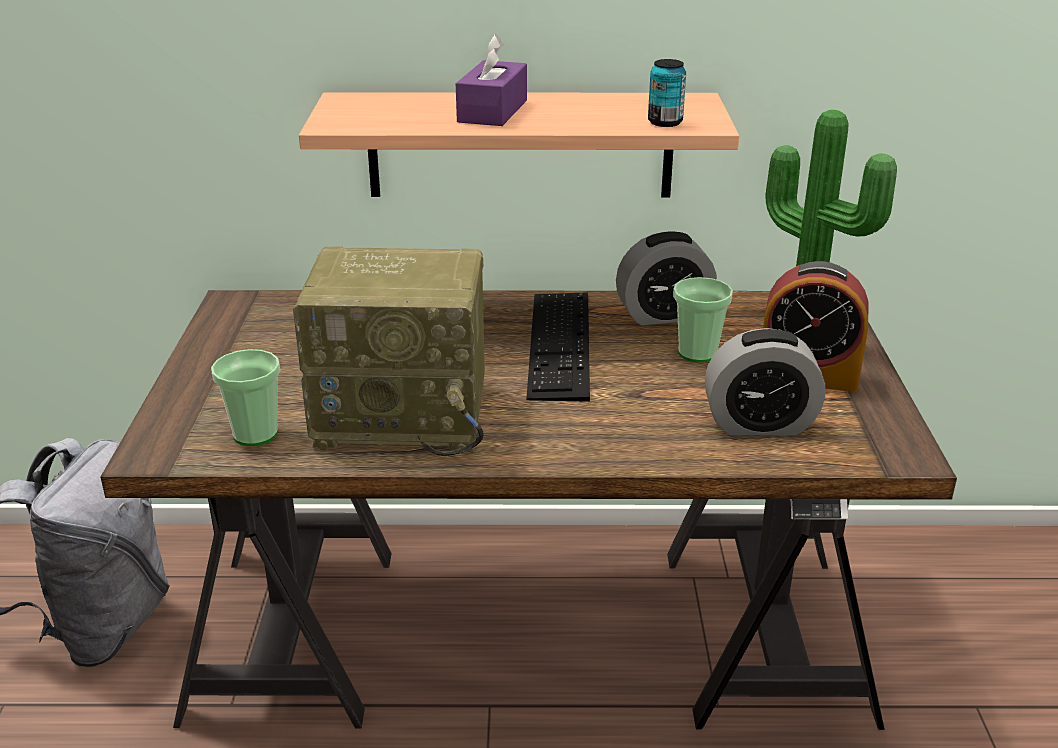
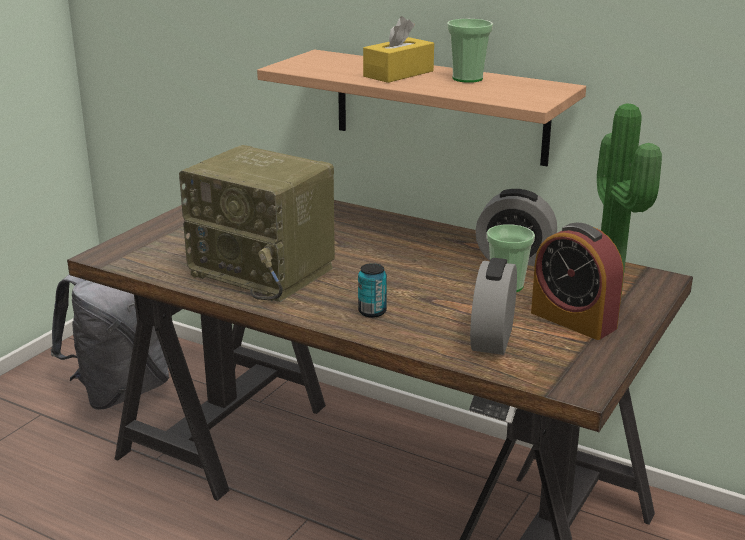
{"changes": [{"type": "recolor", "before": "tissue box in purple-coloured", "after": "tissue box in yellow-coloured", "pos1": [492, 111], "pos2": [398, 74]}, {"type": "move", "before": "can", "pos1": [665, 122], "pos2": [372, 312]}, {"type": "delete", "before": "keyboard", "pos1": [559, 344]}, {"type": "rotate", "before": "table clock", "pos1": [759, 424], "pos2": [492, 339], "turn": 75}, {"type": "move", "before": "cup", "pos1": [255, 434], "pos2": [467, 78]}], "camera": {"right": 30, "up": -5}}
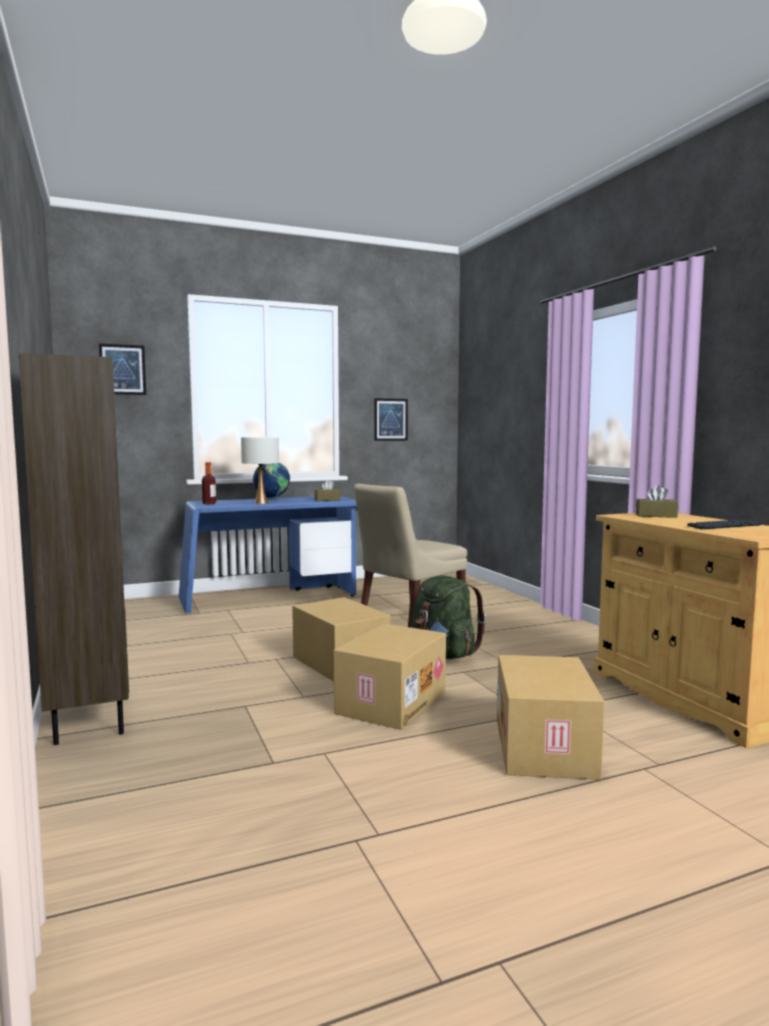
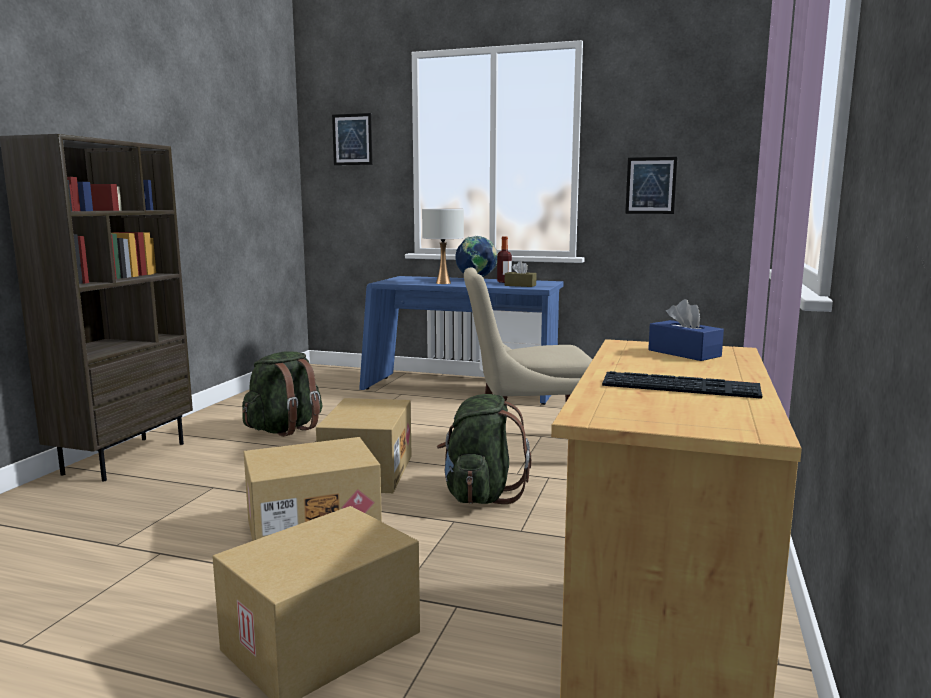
{"changes": [{"type": "move", "before": "bottle", "pos1": [209, 503], "pos2": [504, 282]}, {"type": "recolor", "before": "tissue box in brown-coloured", "after": "tissue box in blue", "pos1": [656, 516], "pos2": [684, 353]}, {"type": "insert", "after": "rucksack in green", "pos2": [285, 429]}], "camera": {"right": 40, "up": 5}}
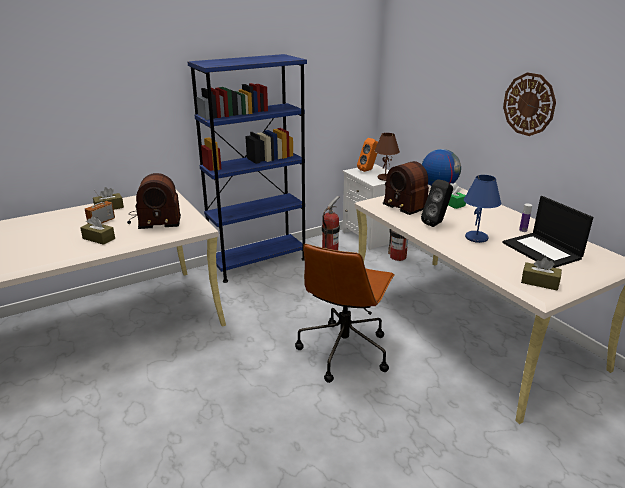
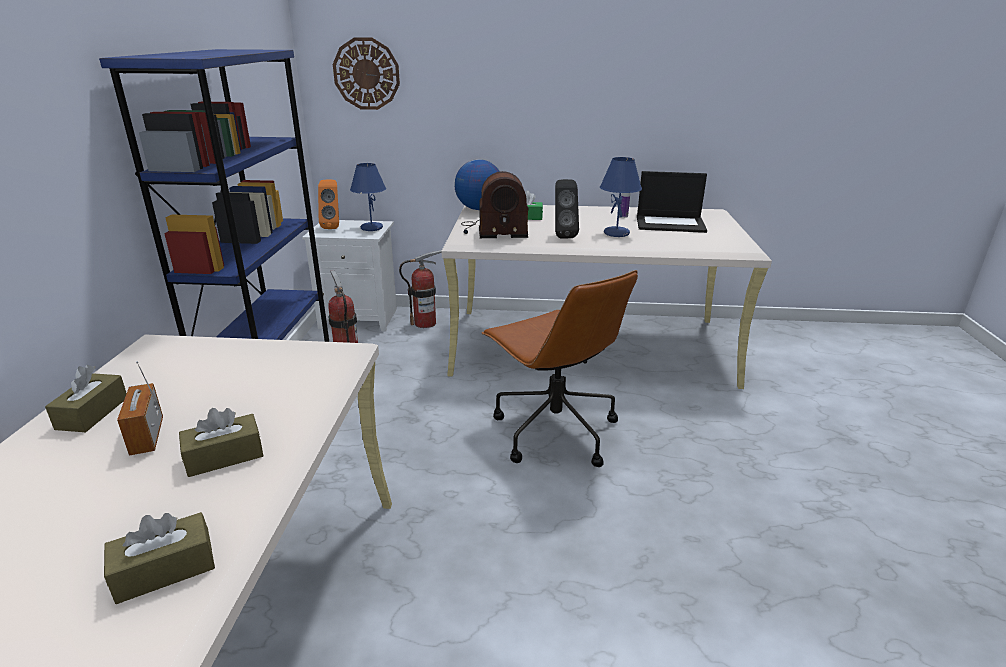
{"changes": [{"type": "move", "before": "hanging clock", "pos1": [529, 104], "pos2": [366, 74]}, {"type": "recolor", "before": "table lamp in brown-coloured", "after": "table lamp in blue", "pos1": [385, 178], "pos2": [371, 228]}, {"type": "delete", "before": "radio set", "pos1": [154, 219]}, {"type": "move", "before": "tissue box in brown-coloured", "pos1": [539, 282], "pos2": [165, 570]}], "camera": {"right": -55, "up": 0}}
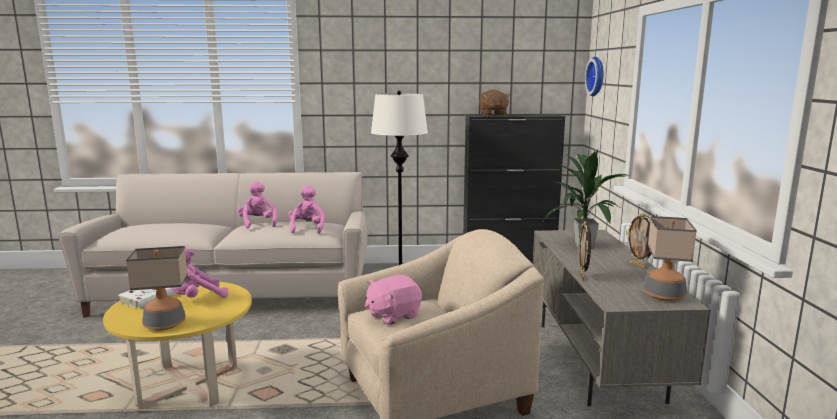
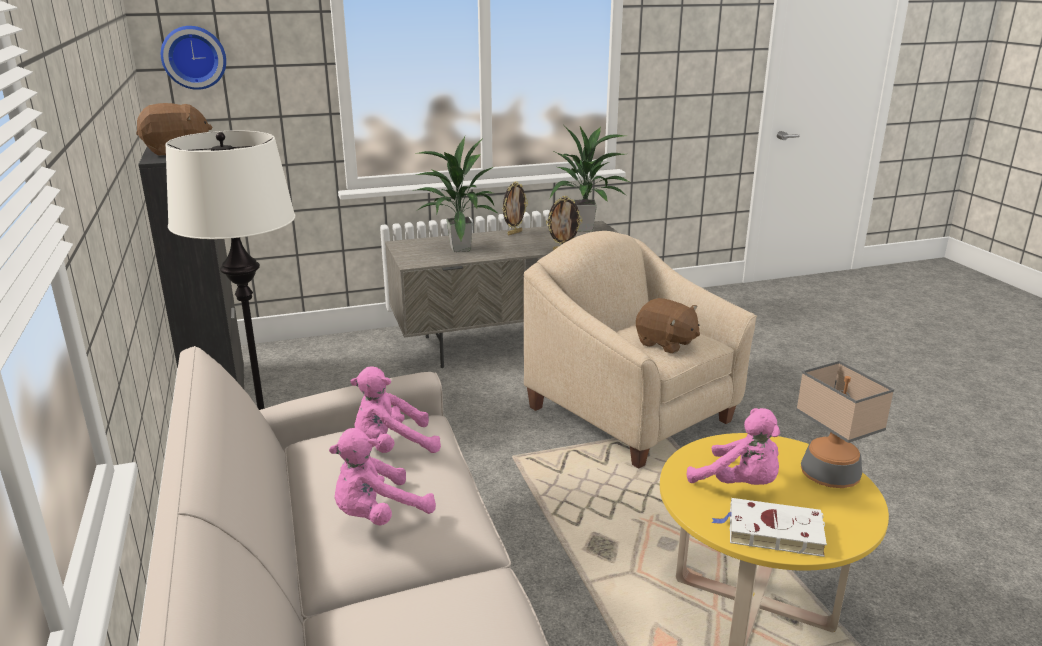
{"changes": [{"type": "replace", "before": "table lamp", "after": "potted plant", "pos1": [664, 295], "pos2": [585, 229]}, {"type": "recolor", "before": "cuddly toy in pink-coloured", "after": "cuddly toy in brown-coloured", "pos1": [392, 315], "pos2": [666, 343]}], "camera": {"right": -105, "up": 10}}
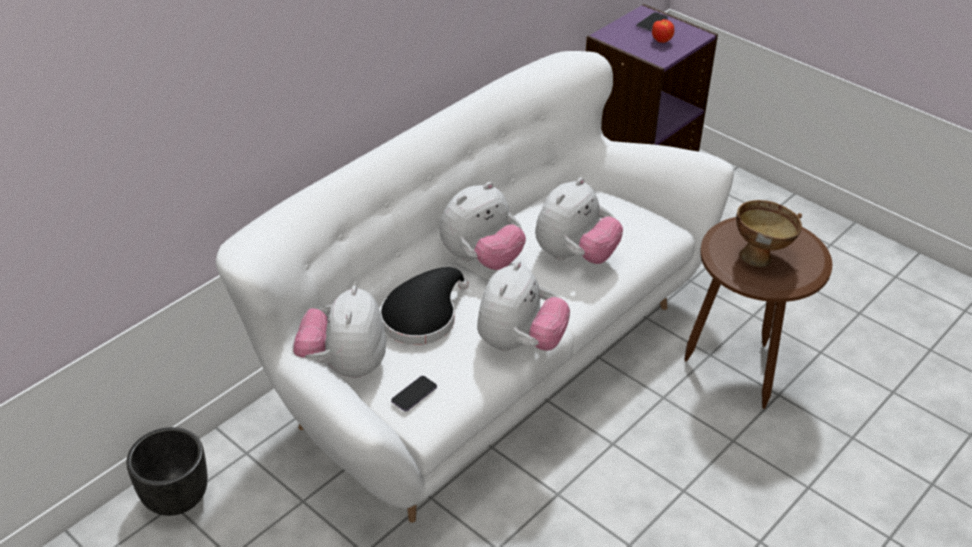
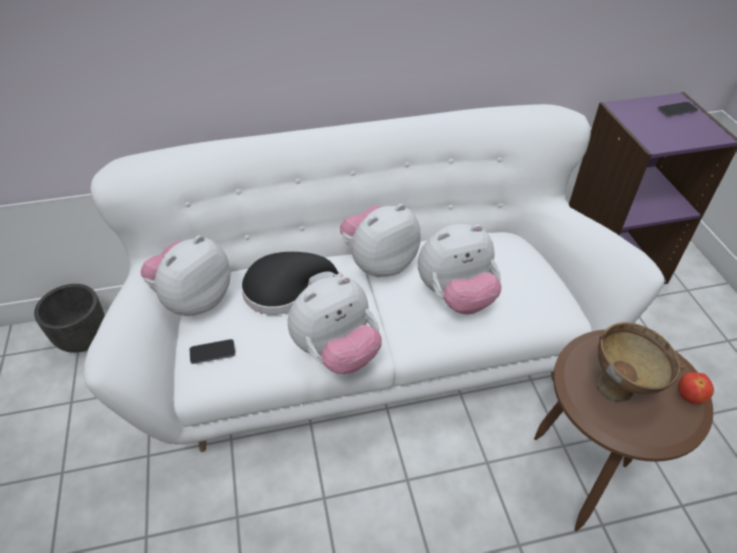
{"changes": [{"type": "move", "before": "apple", "pos1": [661, 41], "pos2": [689, 397]}, {"type": "rotate", "before": "cuddly toy", "pos1": [481, 259], "pos2": [379, 263], "turn": 150}], "camera": {"right": 35, "up": 5}}
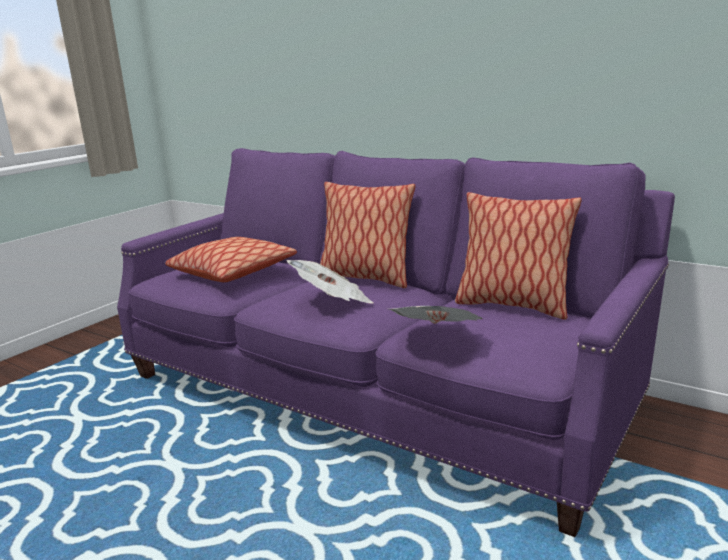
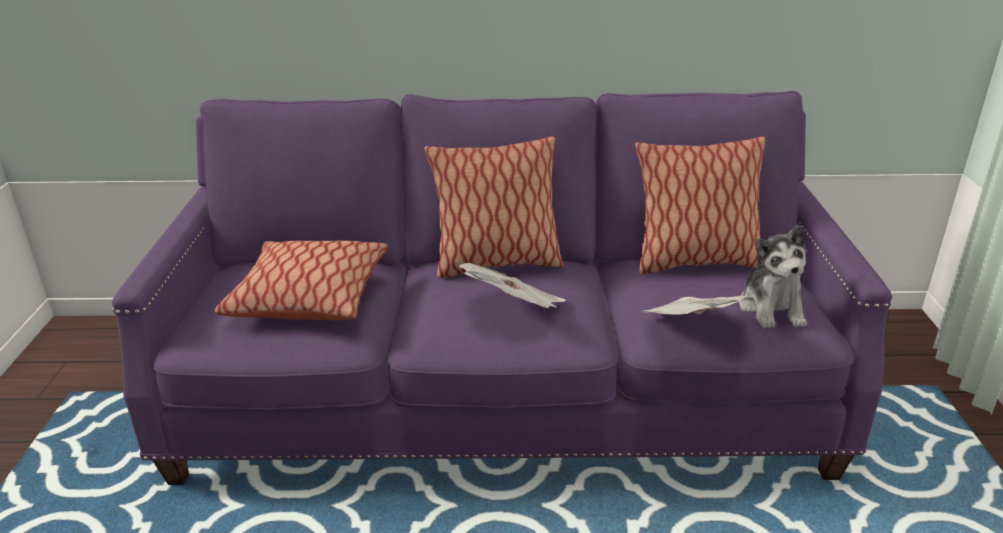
{"changes": [{"type": "insert", "after": "cuddly toy", "pos2": [771, 309]}], "camera": {"right": -35, "up": 10}}
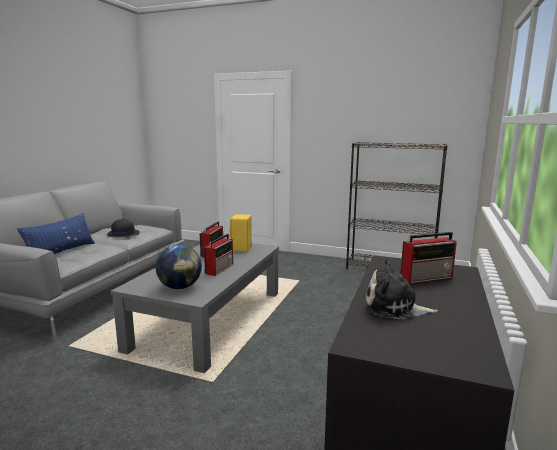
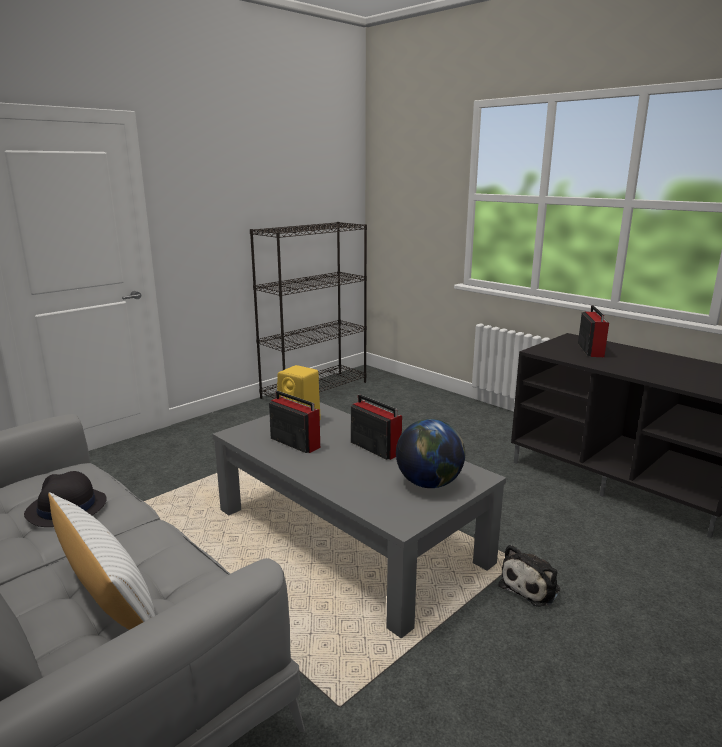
{"changes": [{"type": "recolor", "before": "cushion in blue", "after": "cushion in whitish", "pos1": [61, 252], "pos2": [108, 597]}, {"type": "move", "before": "cuddly toy", "pos1": [394, 308], "pos2": [532, 586]}], "camera": {"right": -65, "up": 5}}
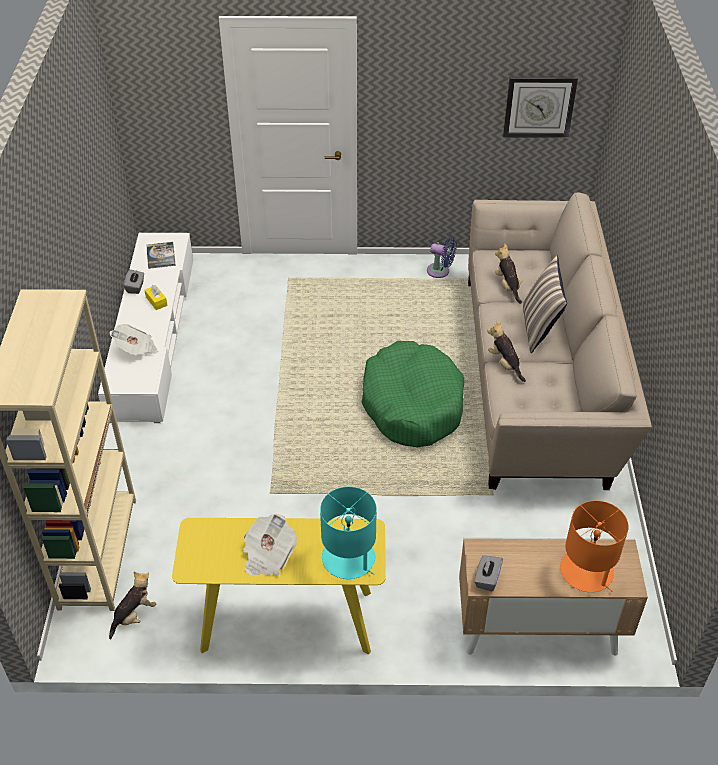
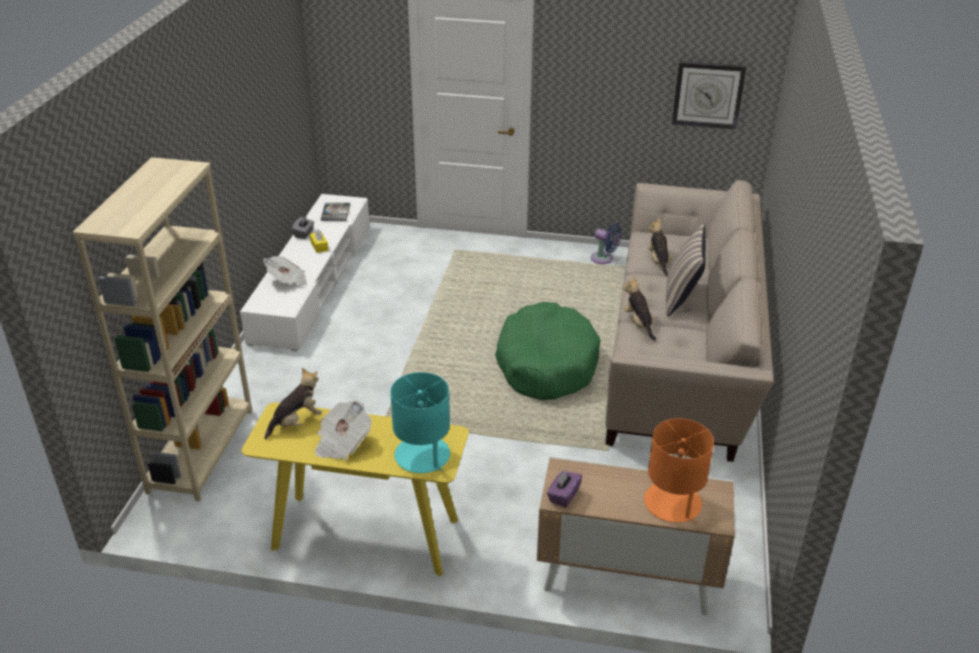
{"changes": [{"type": "recolor", "before": "tissue box in gray", "after": "tissue box in purple-coloured", "pos1": [487, 579], "pos2": [563, 496]}, {"type": "move", "before": "cuddly toy", "pos1": [134, 615], "pos2": [296, 422]}], "camera": {"right": 10, "up": -10}}
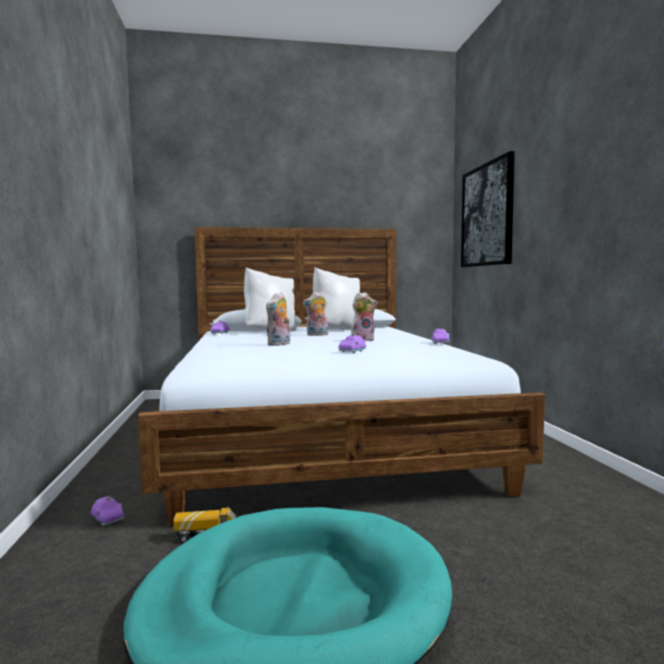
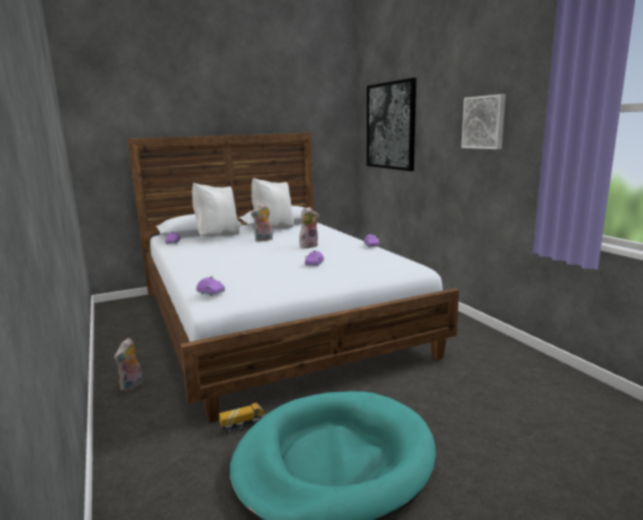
{"changes": [{"type": "move", "before": "cuddly toy", "pos1": [279, 344], "pos2": [132, 385]}, {"type": "move", "before": "toy car in purple-coloured", "pos1": [108, 519], "pos2": [211, 293]}, {"type": "insert", "after": "picture", "pos2": [484, 122]}], "camera": {"right": -15, "up": 10}}
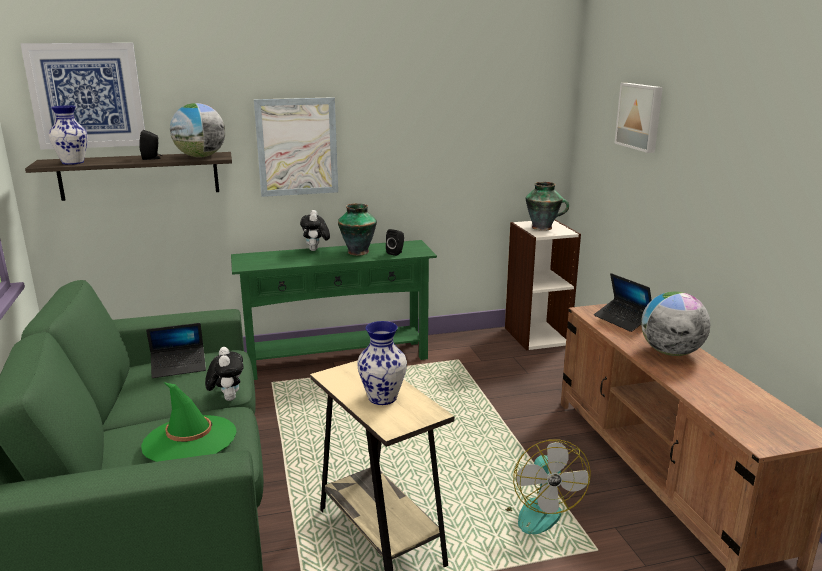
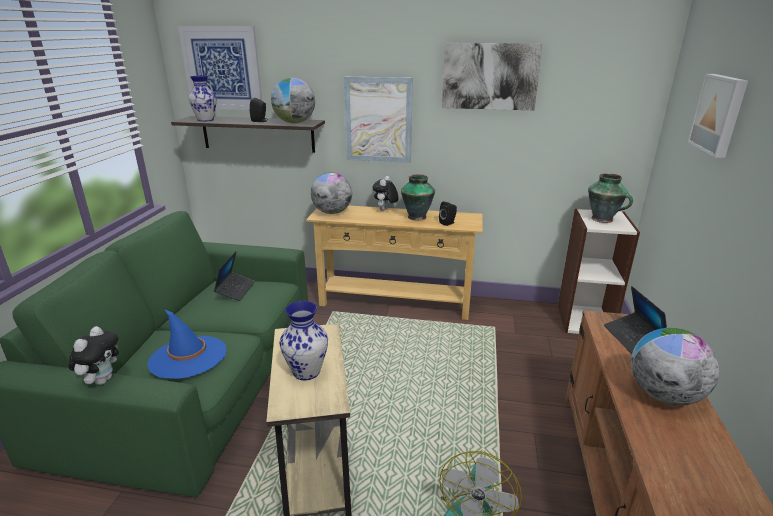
{"changes": [{"type": "recolor", "before": "hall table in green", "after": "hall table in beige-coloured", "pos1": [337, 359], "pos2": [395, 302]}, {"type": "rotate", "before": "laptop", "pos1": [179, 367], "pos2": [235, 290], "turn": -90}, {"type": "move", "before": "cuddly toy", "pos1": [227, 398], "pos2": [102, 380]}, {"type": "recolor", "before": "clothing hat in green", "after": "clothing hat in blue", "pos1": [189, 439], "pos2": [188, 357]}, {"type": "insert", "after": "picture", "pos2": [490, 76]}, {"type": "insert", "after": "world globe", "pos2": [332, 212]}], "camera": {"right": 25, "up": 5}}
